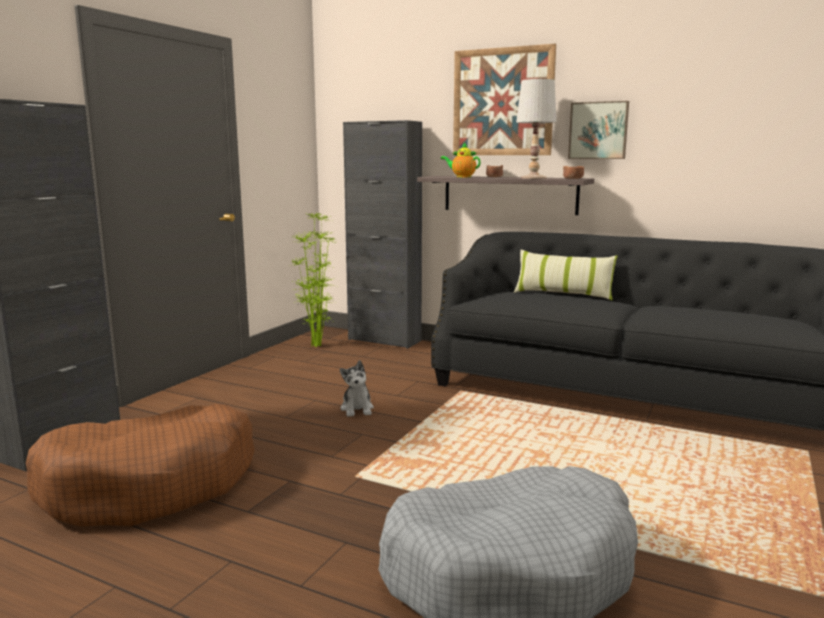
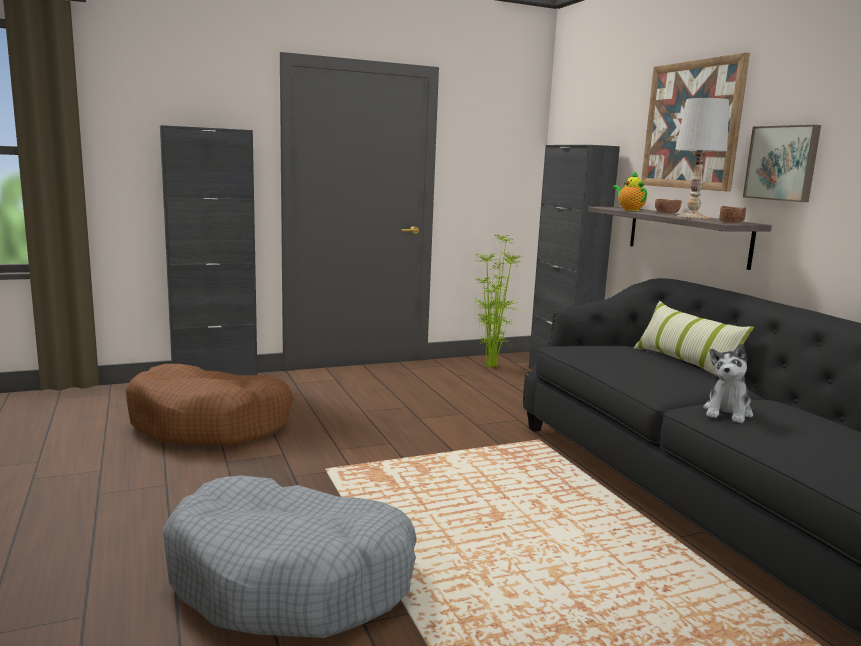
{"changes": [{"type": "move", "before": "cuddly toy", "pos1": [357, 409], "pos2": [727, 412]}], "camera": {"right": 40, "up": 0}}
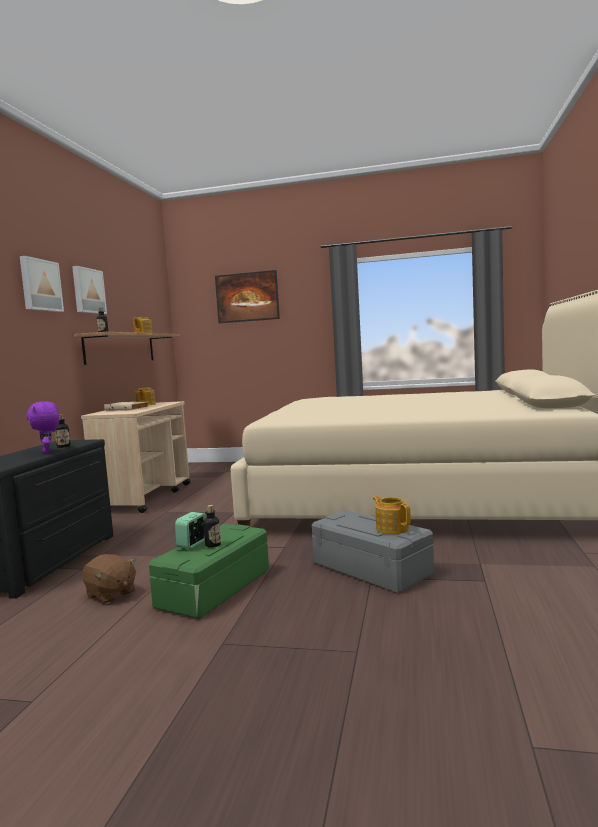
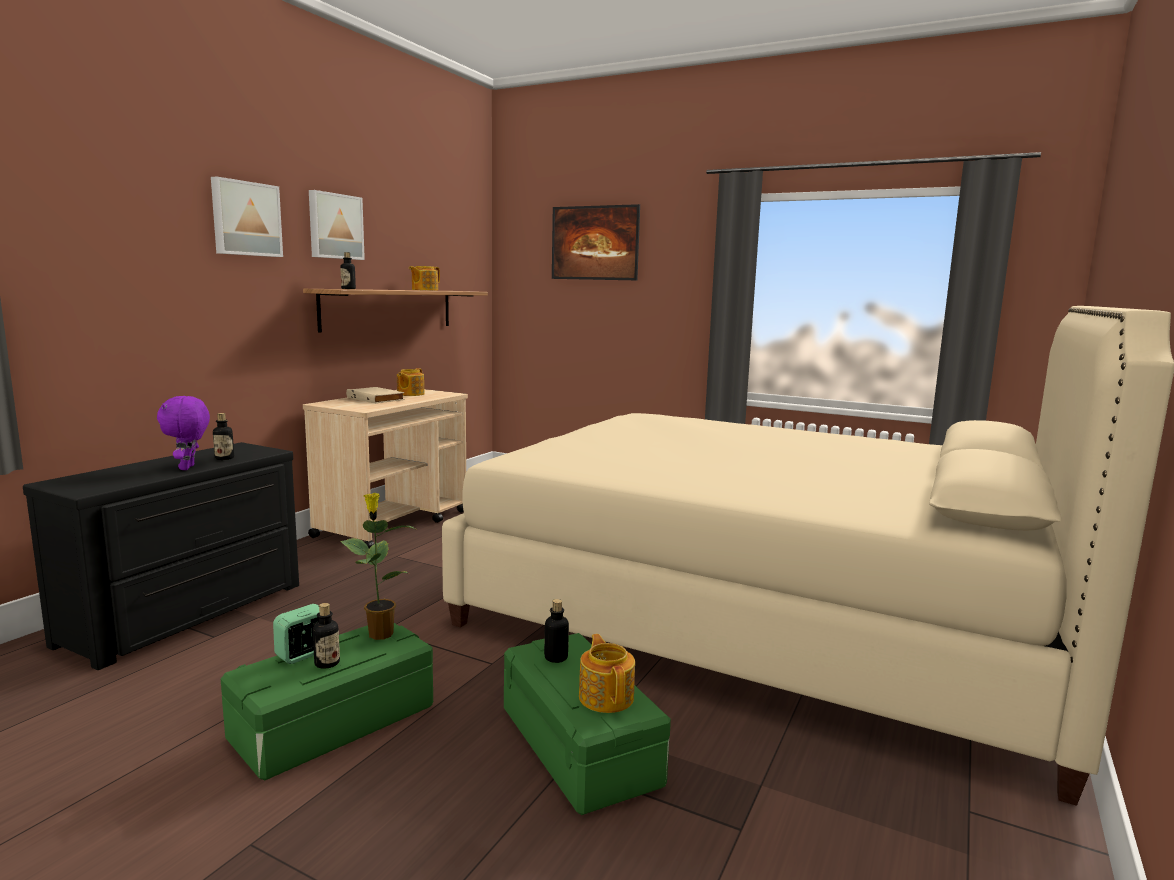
{"changes": [{"type": "recolor", "before": "storage container in gray", "after": "storage container in green", "pos1": [372, 568], "pos2": [581, 746]}, {"type": "delete", "before": "cuddly toy in brown-coloured", "pos1": [110, 595]}, {"type": "insert", "after": "potted plant", "pos2": [380, 633]}, {"type": "insert", "after": "bottle", "pos2": [556, 657]}], "camera": {"right": 15, "up": 5}}
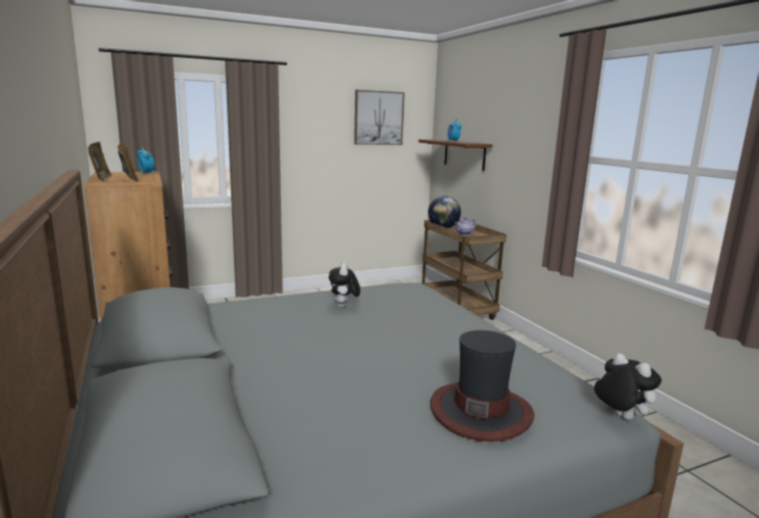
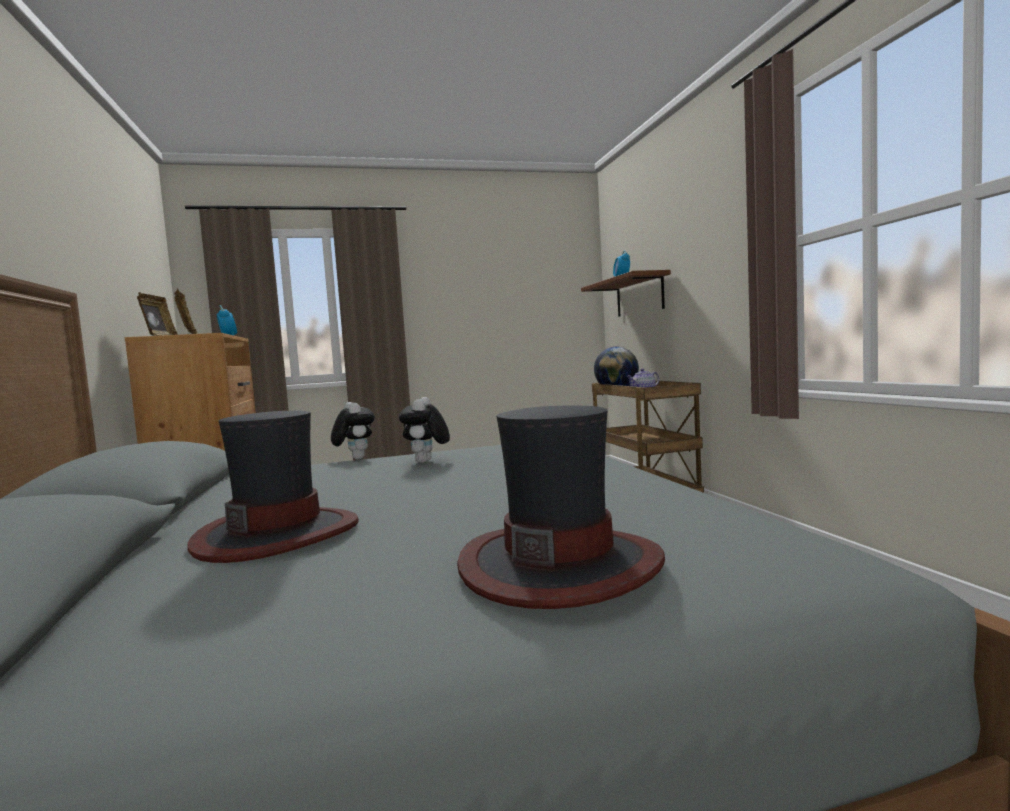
{"changes": [{"type": "delete", "before": "picture", "pos1": [378, 118]}, {"type": "move", "before": "cuddly toy", "pos1": [619, 417], "pos2": [354, 459]}, {"type": "insert", "after": "clothing hat", "pos2": [278, 534]}], "camera": {"right": 10, "up": -10}}
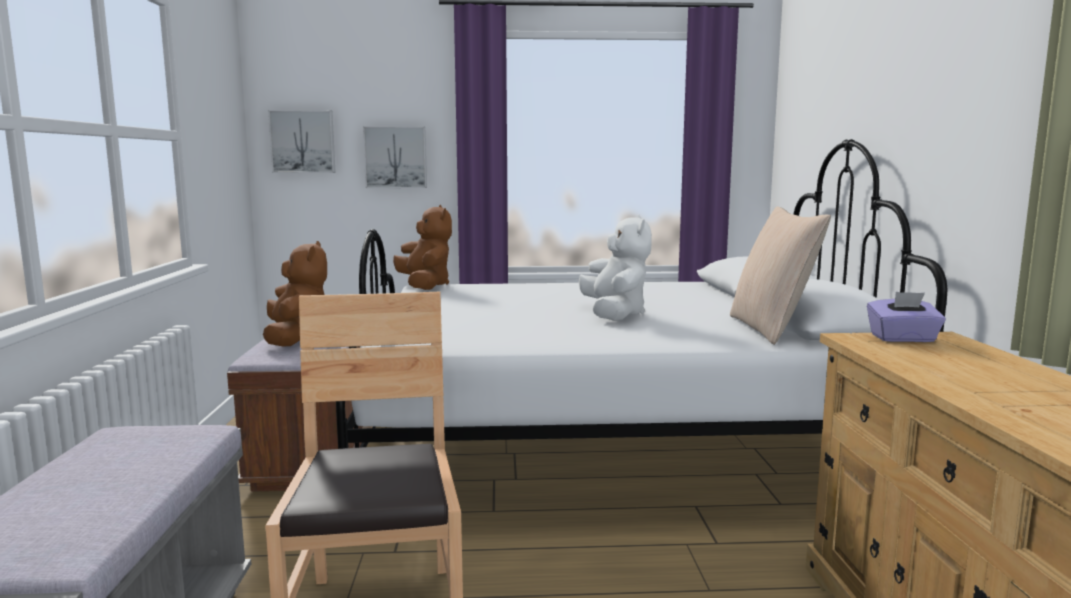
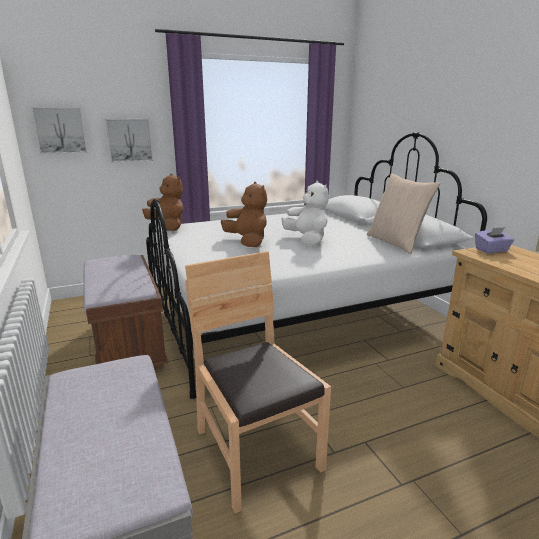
{"changes": [{"type": "move", "before": "cuddly toy in brown-coloured", "pos1": [296, 339], "pos2": [247, 242]}], "camera": {"right": -20, "up": 10}}
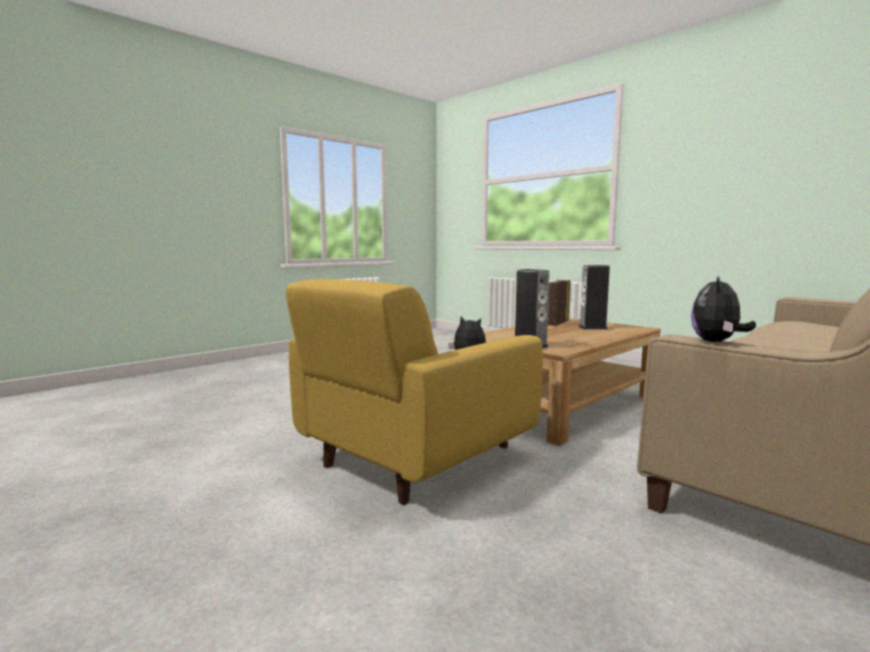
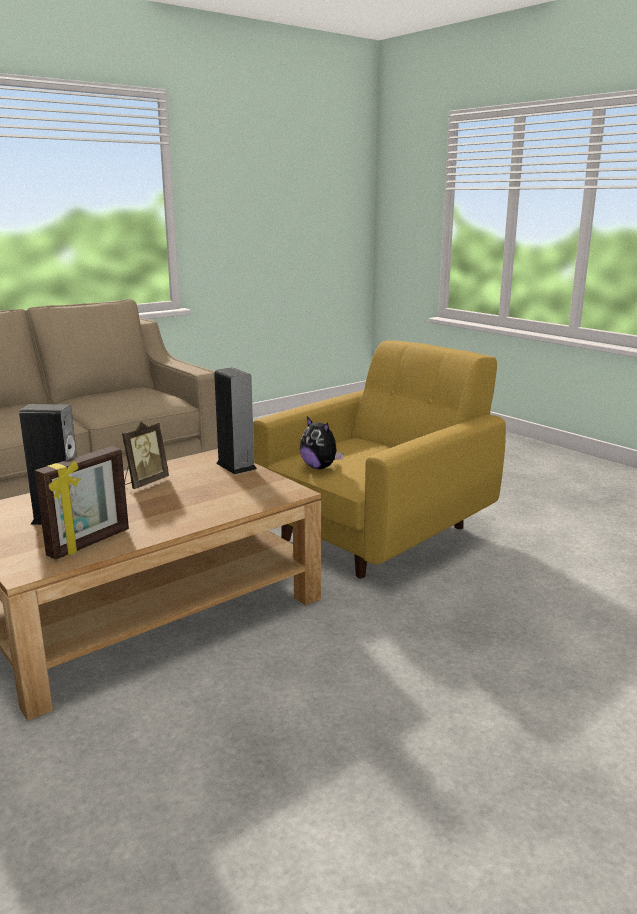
{"changes": [{"type": "delete", "before": "cuddly toy", "pos1": [717, 342]}, {"type": "insert", "after": "standing frame", "pos2": [145, 482]}], "camera": {"right": -175, "up": 10}}
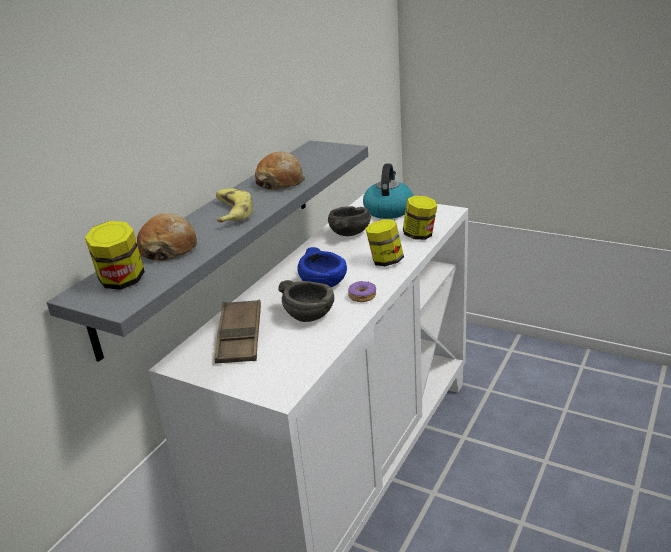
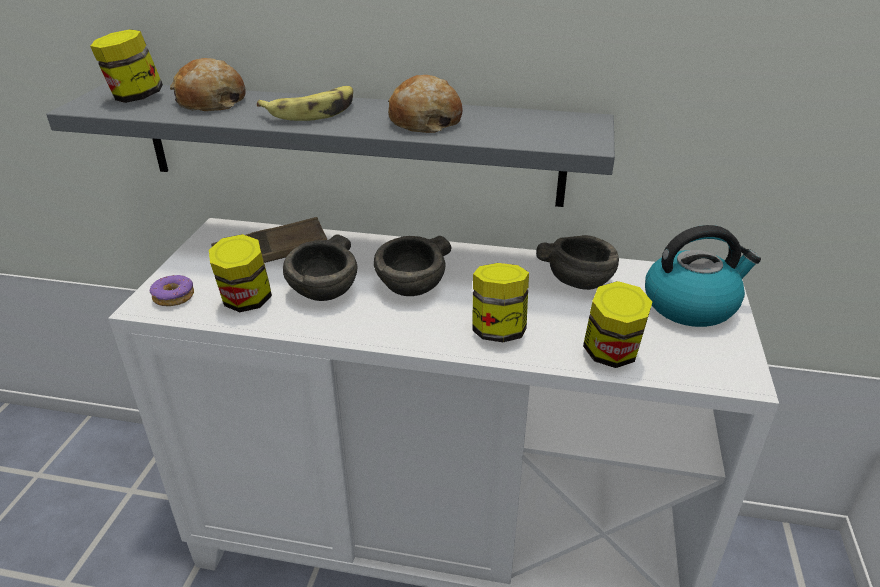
{"changes": [{"type": "recolor", "before": "serving bowl in blue", "after": "serving bowl in gray", "pos1": [324, 283], "pos2": [411, 287]}, {"type": "move", "before": "donut", "pos1": [362, 296], "pos2": [174, 297]}, {"type": "insert", "after": "preserve jar", "pos2": [246, 301]}], "camera": {"right": 70, "up": 5}}
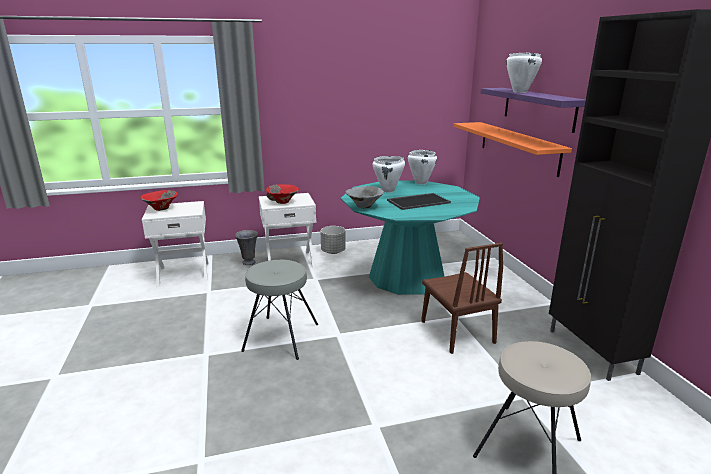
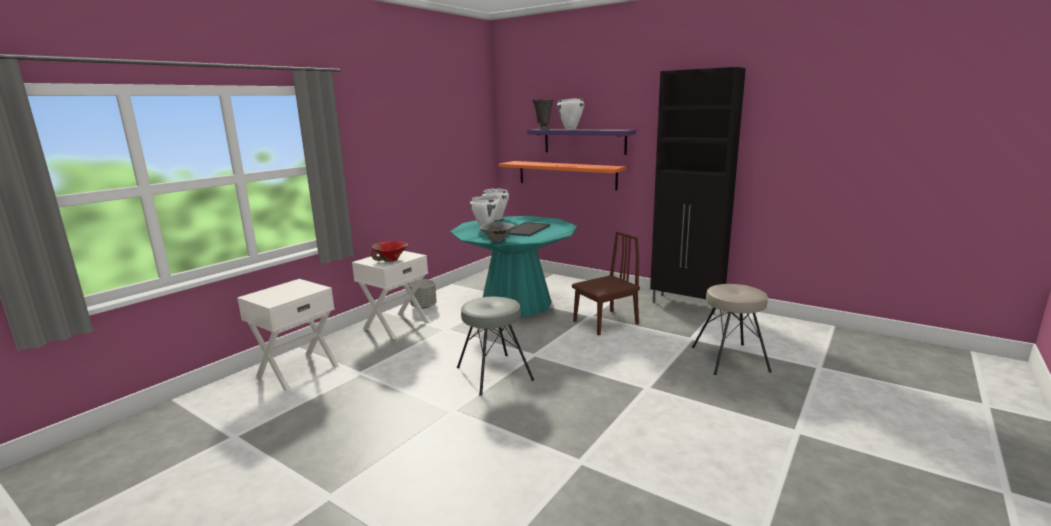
{"changes": [{"type": "delete", "before": "serving bowl in reddish", "pos1": [161, 209]}, {"type": "move", "before": "flower vase in gray", "pos1": [248, 262], "pos2": [543, 129]}, {"type": "rotate", "before": "chair in brown-coloured", "pos1": [457, 331], "pos2": [605, 322], "turn": -60}], "camera": {"right": -40, "up": -5}}
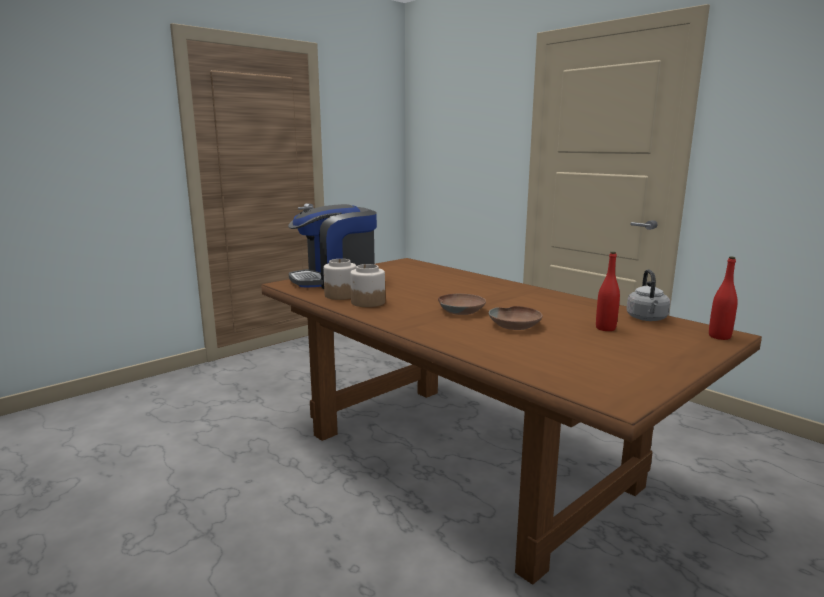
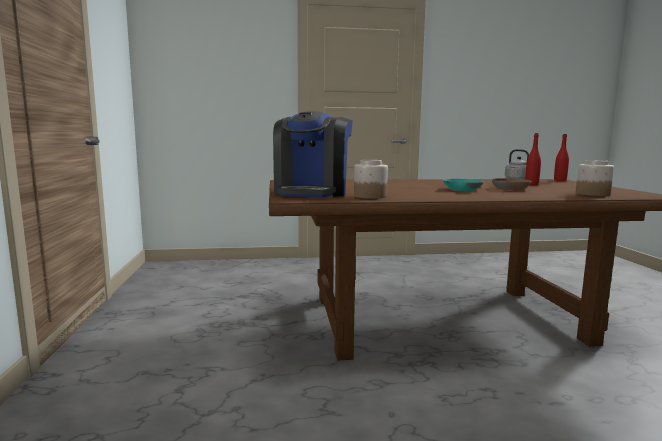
{"changes": [{"type": "move", "before": "preserve jar", "pos1": [368, 302], "pos2": [592, 194]}, {"type": "recolor", "before": "serving bowl in brown-coloured", "after": "serving bowl in blue-green", "pos1": [461, 310], "pos2": [461, 189]}], "camera": {"right": -55, "up": -5}}
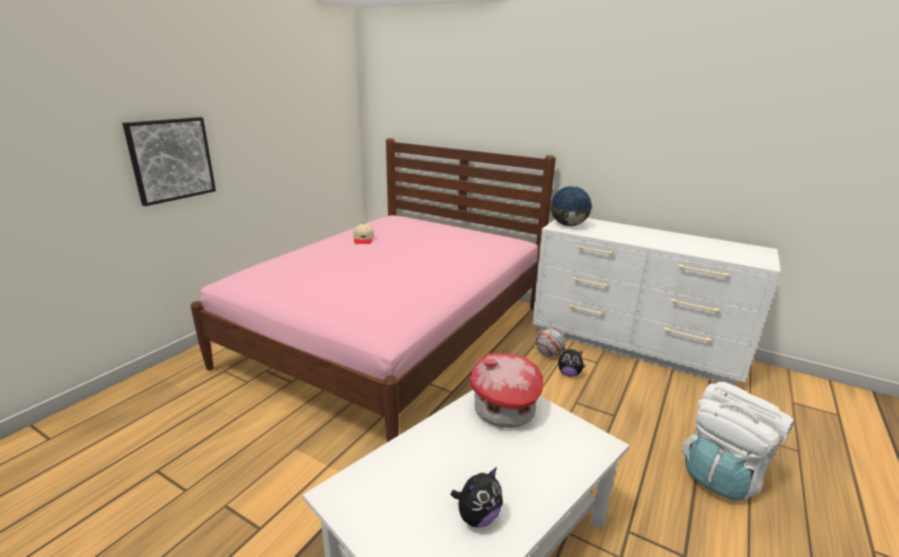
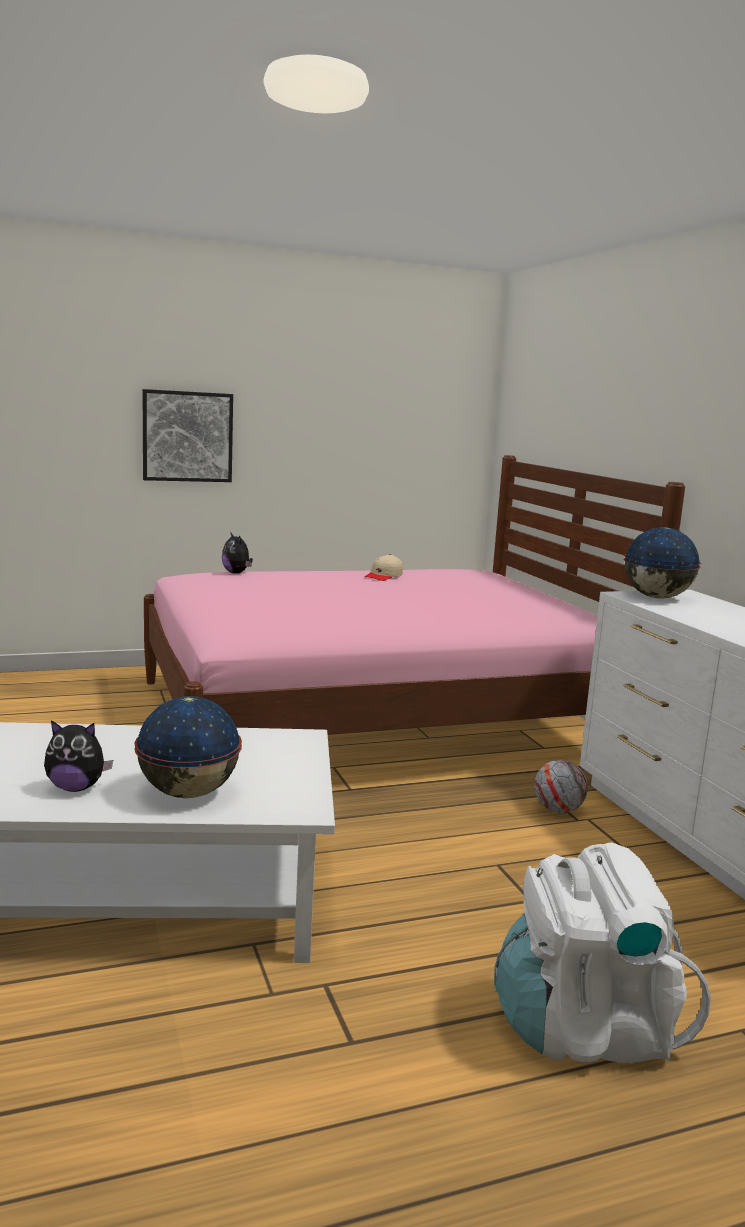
{"changes": [{"type": "move", "before": "cuddly toy", "pos1": [569, 374], "pos2": [237, 573]}, {"type": "delete", "before": "toy house", "pos1": [503, 412]}, {"type": "insert", "after": "world globe", "pos2": [189, 793]}], "camera": {"right": 40, "up": -10}}
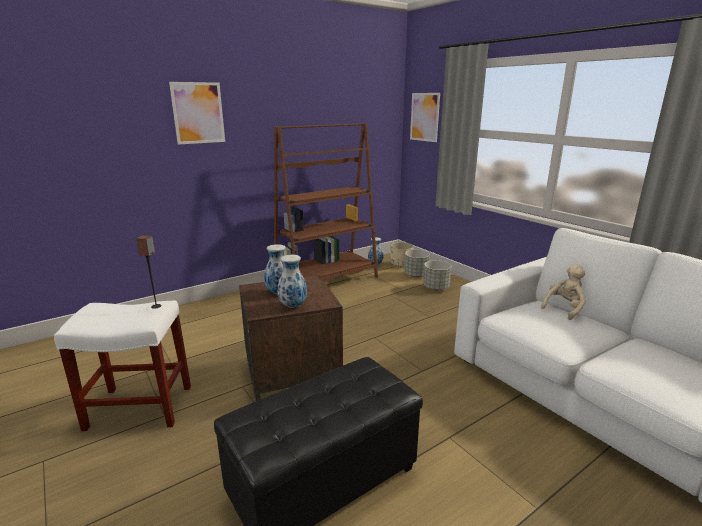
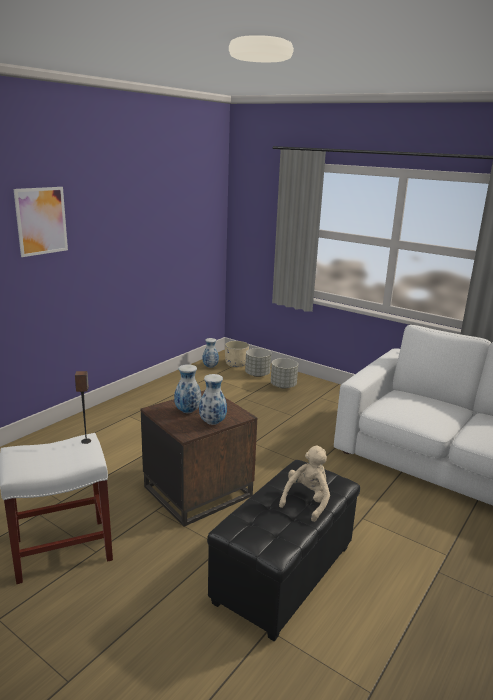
{"changes": [{"type": "delete", "before": "picture", "pos1": [424, 117]}, {"type": "delete", "before": "bookshelf in brown-coloured", "pos1": [327, 280]}, {"type": "move", "before": "cuddly toy in beige-coloured", "pos1": [564, 308], "pos2": [307, 501]}], "camera": {"right": -20, "up": 0}}
